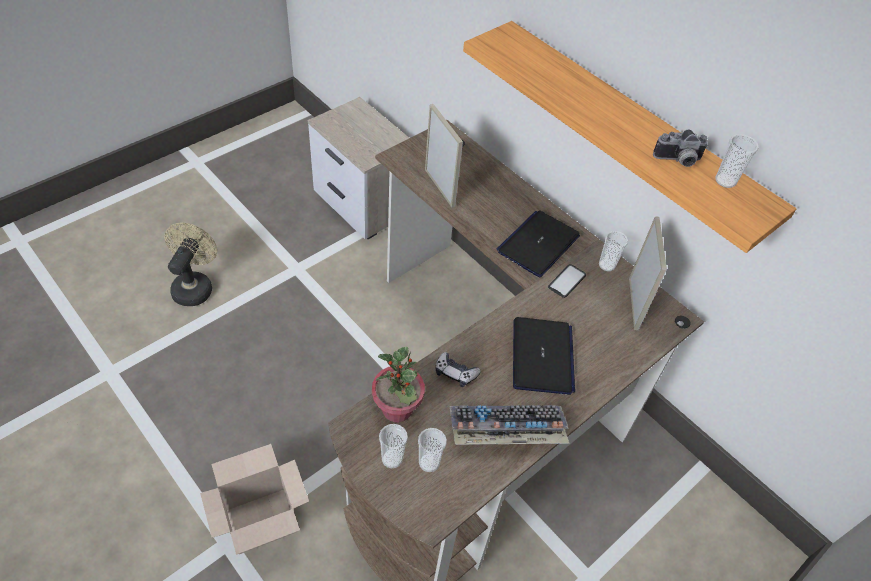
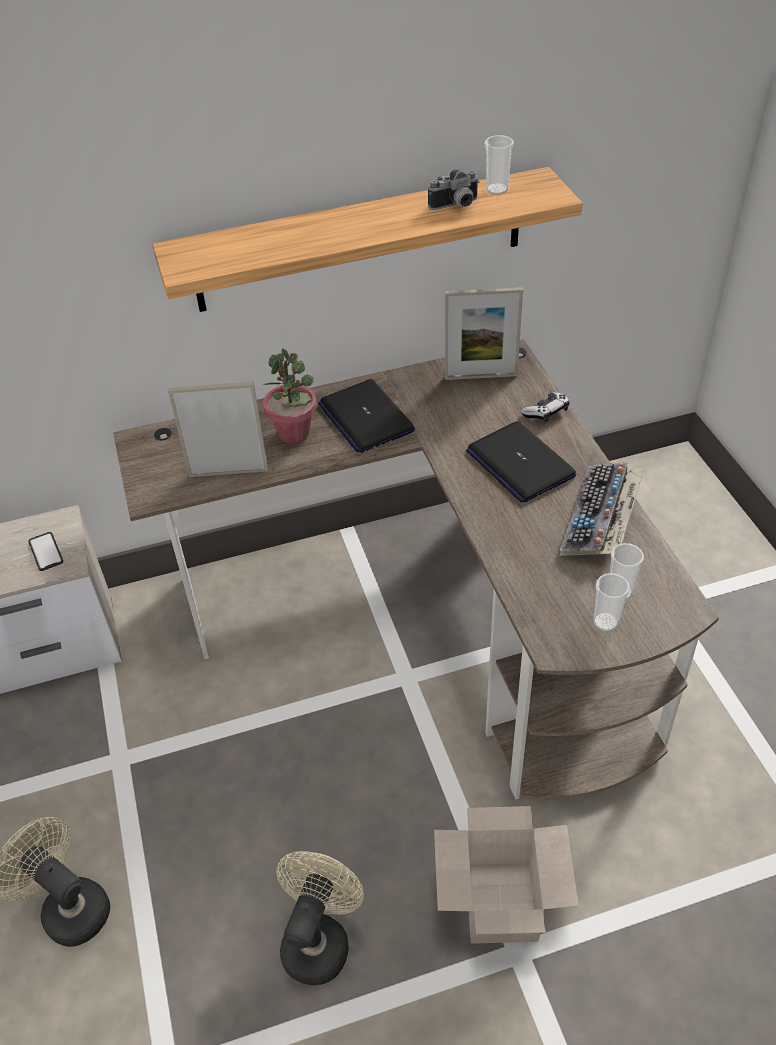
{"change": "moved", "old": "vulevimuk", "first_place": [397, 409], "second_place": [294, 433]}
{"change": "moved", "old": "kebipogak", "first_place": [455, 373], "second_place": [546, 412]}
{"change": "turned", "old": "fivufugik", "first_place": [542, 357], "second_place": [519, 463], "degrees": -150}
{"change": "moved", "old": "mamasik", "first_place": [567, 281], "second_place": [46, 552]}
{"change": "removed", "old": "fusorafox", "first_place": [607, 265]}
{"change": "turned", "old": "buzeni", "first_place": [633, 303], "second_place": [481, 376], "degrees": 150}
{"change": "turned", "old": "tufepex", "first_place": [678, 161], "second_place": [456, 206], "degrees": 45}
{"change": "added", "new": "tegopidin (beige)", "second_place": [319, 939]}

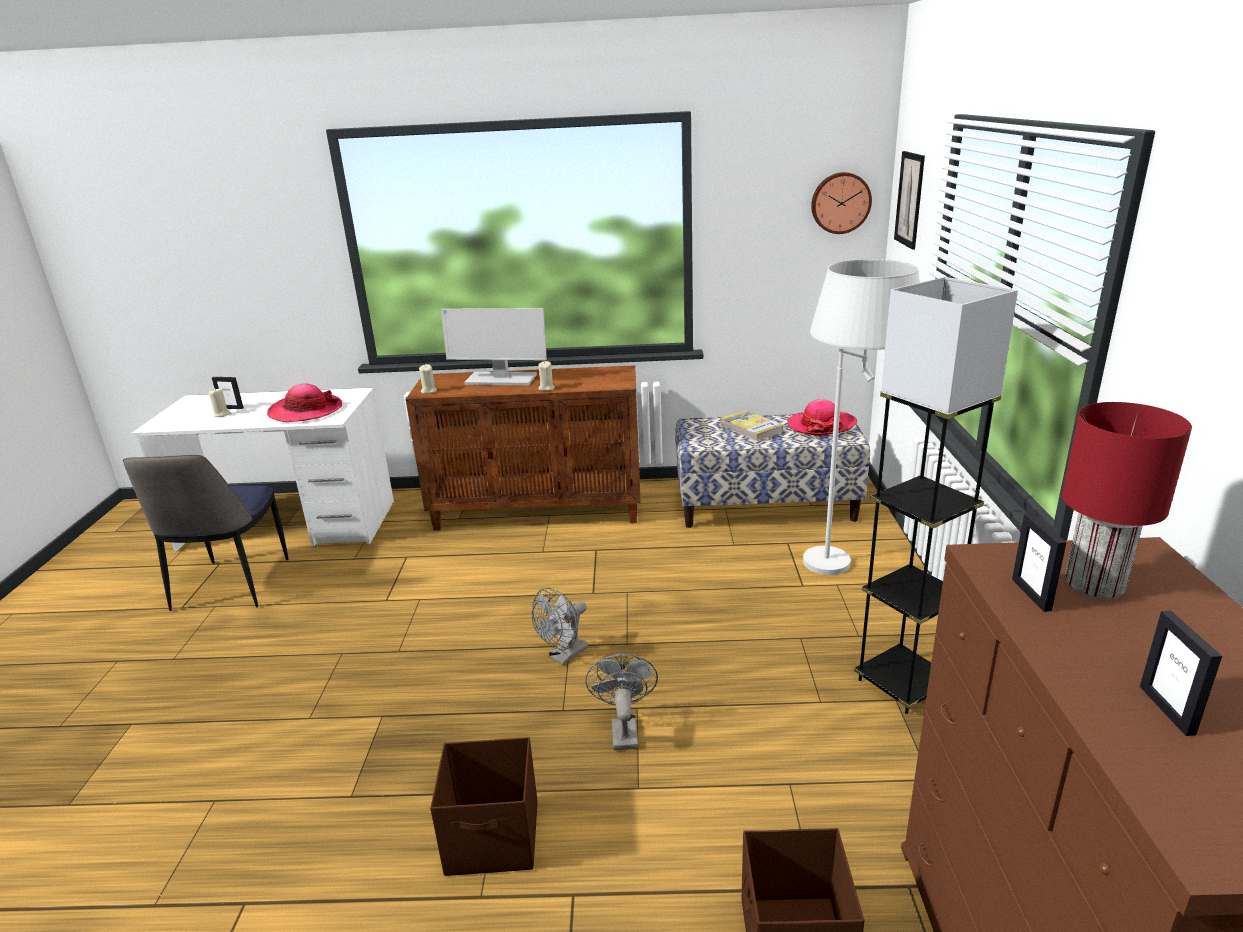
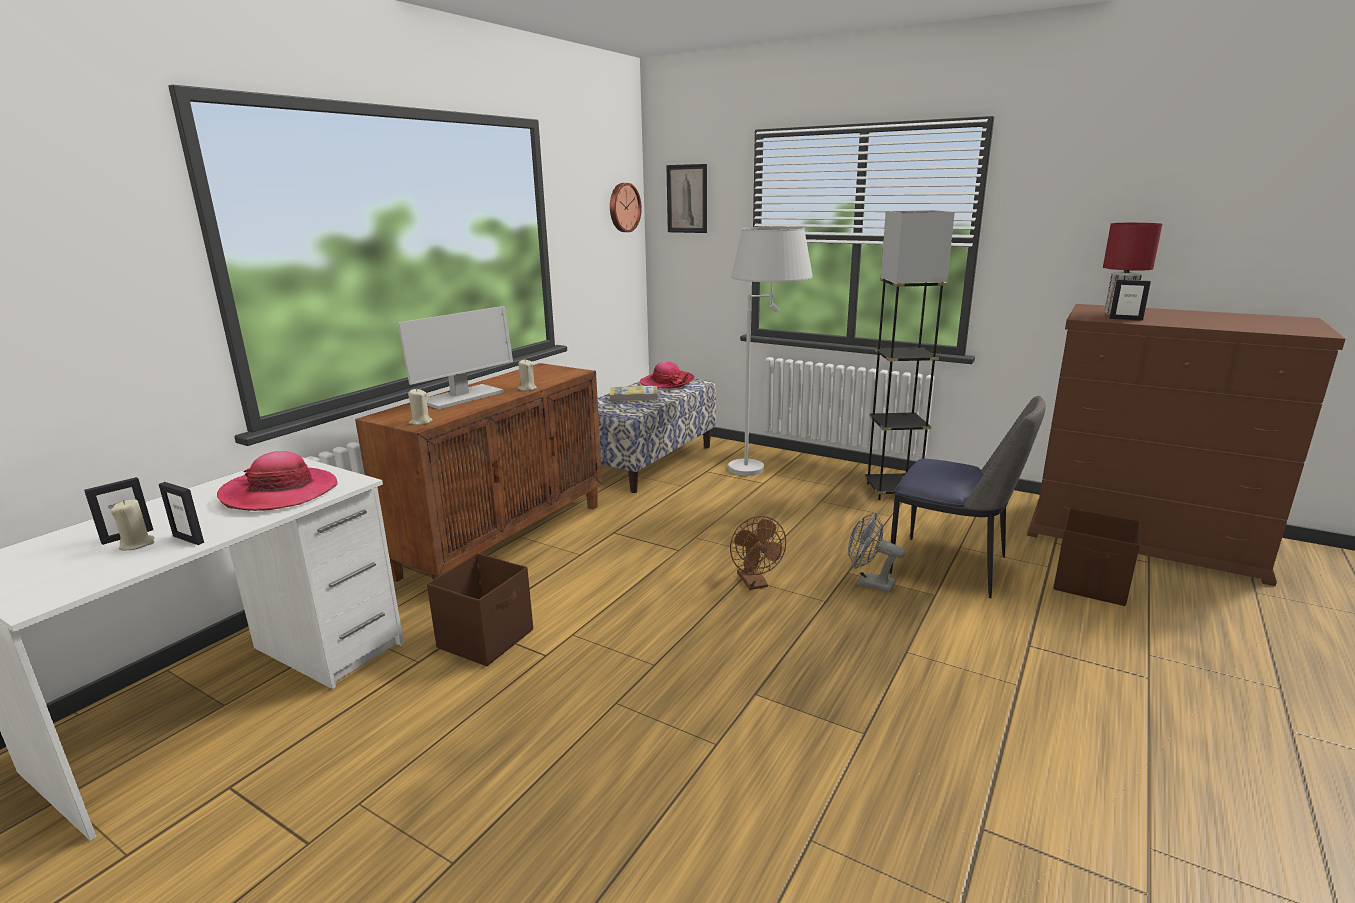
{"change": "moved", "old": "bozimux", "first_place": [230, 586], "second_place": [952, 567]}
{"change": "moved", "old": "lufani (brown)", "first_place": [494, 839], "second_place": [487, 638]}
{"change": "recoloured", "old": "tegopidin (grey)", "new": "tegopidin (brown)", "first_place": [564, 656], "second_place": [755, 583]}
{"change": "moved", "old": "buzeni", "first_place": [1167, 710], "second_place": [189, 539]}

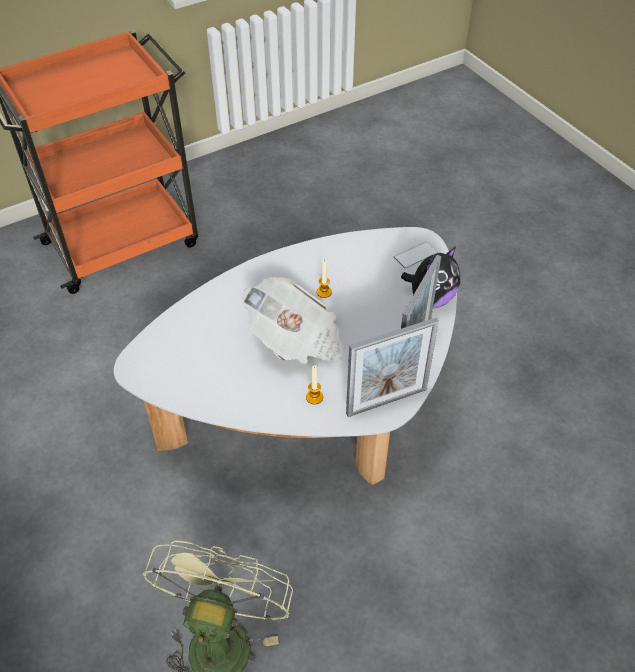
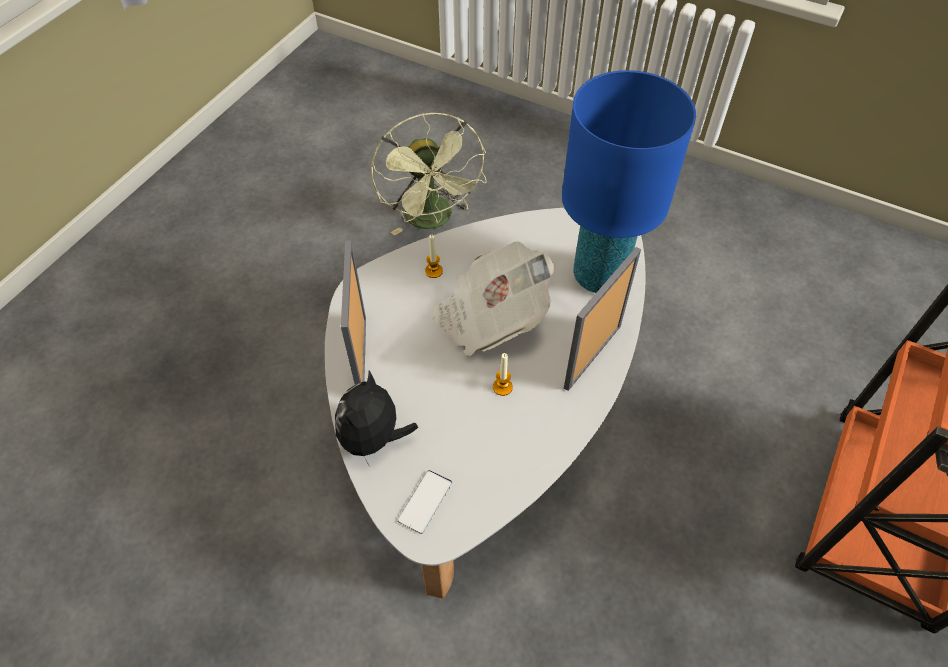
{"change": "moved", "old": "buzeni", "first_place": [386, 401], "second_place": [592, 356]}
{"change": "added", "new": "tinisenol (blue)", "second_place": [599, 276]}

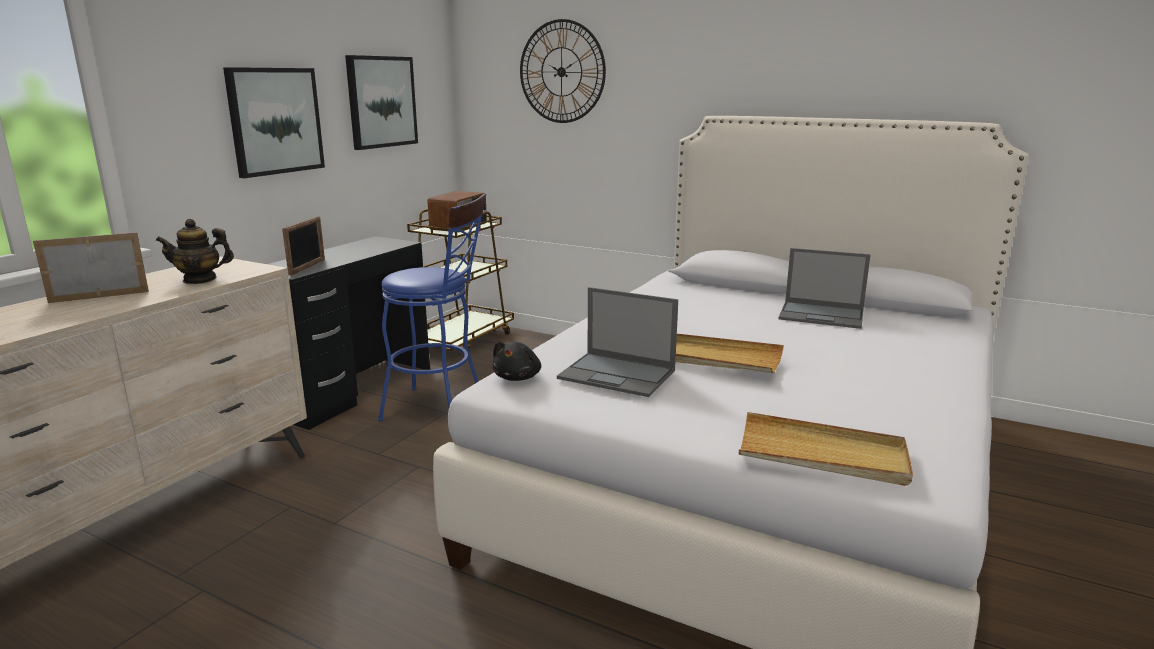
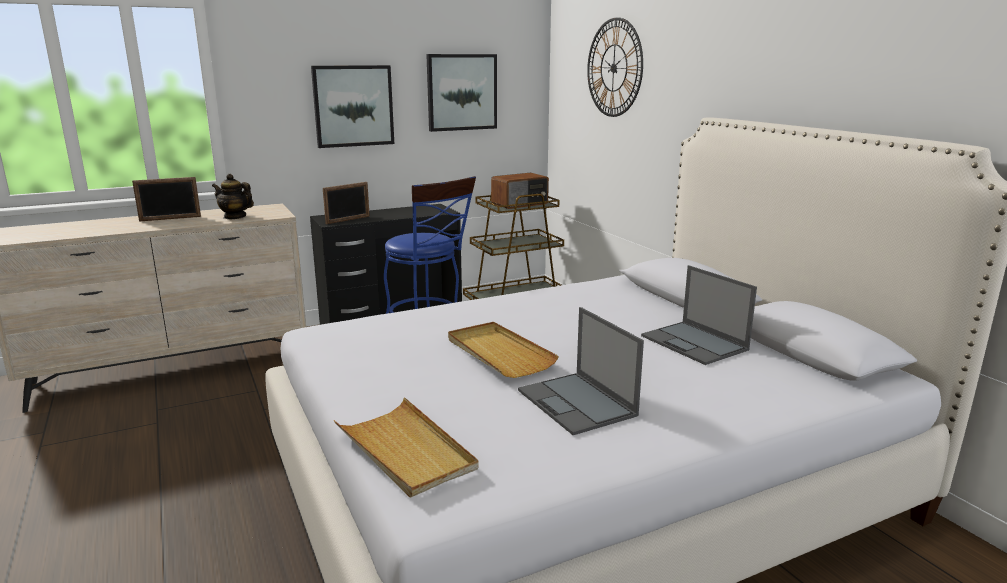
{"change": "turned", "old": "buzeni", "first_place": [99, 296], "second_place": [170, 218], "degrees": 150}
{"change": "removed", "old": "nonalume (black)", "first_place": [518, 377]}
{"change": "moved", "old": "fivufugik", "first_place": [618, 374], "second_place": [577, 403]}

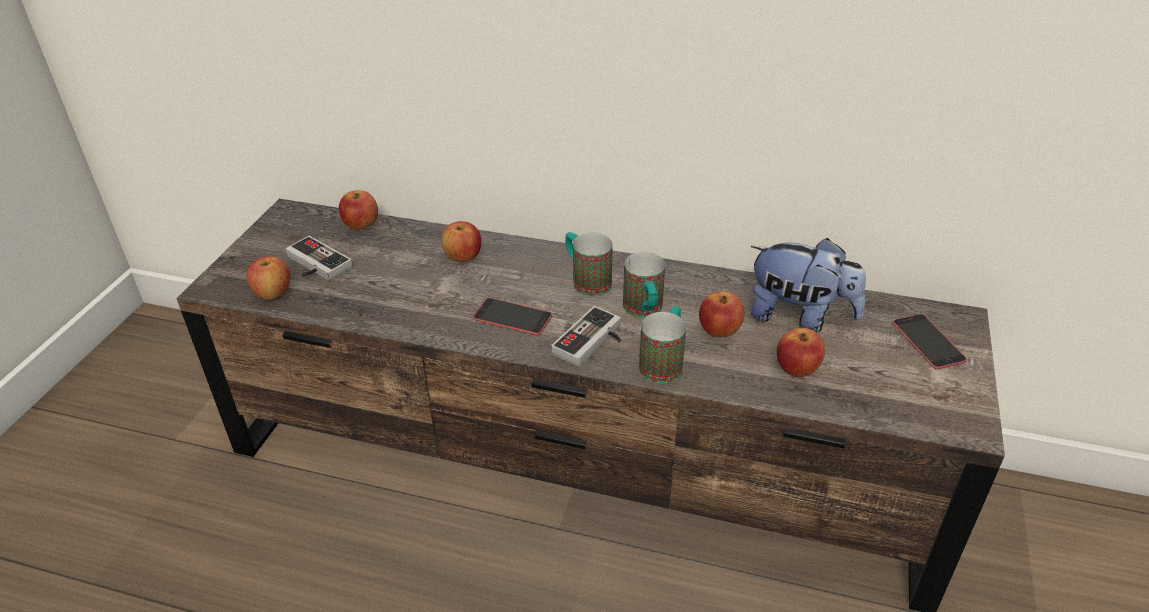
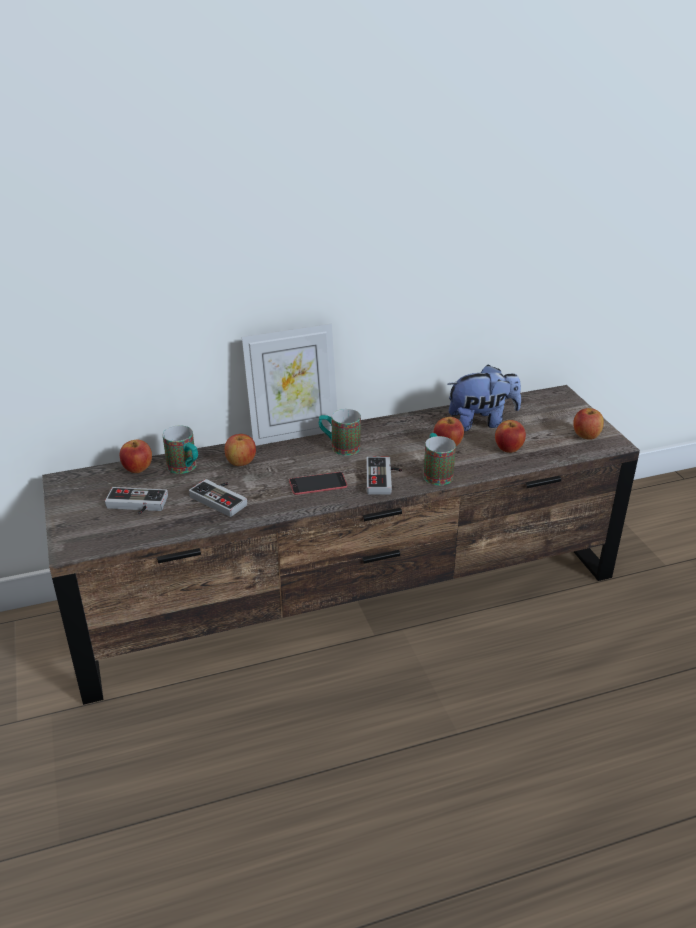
{"change": "moved", "old": "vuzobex", "first_place": [273, 294], "second_place": [586, 436]}
{"change": "moved", "old": "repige", "first_place": [644, 311], "second_place": [185, 468]}
{"change": "removed", "old": "mamasik", "first_place": [928, 341]}
{"change": "added", "new": "kebipogak", "second_place": [222, 498]}
{"change": "added", "new": "buzeni", "second_place": [294, 433]}

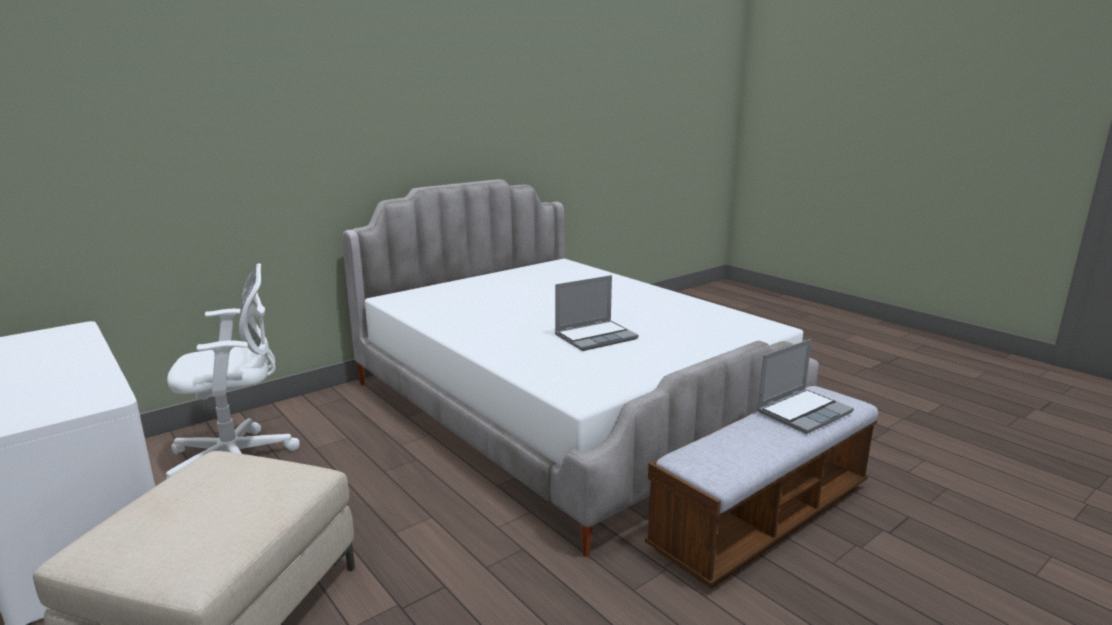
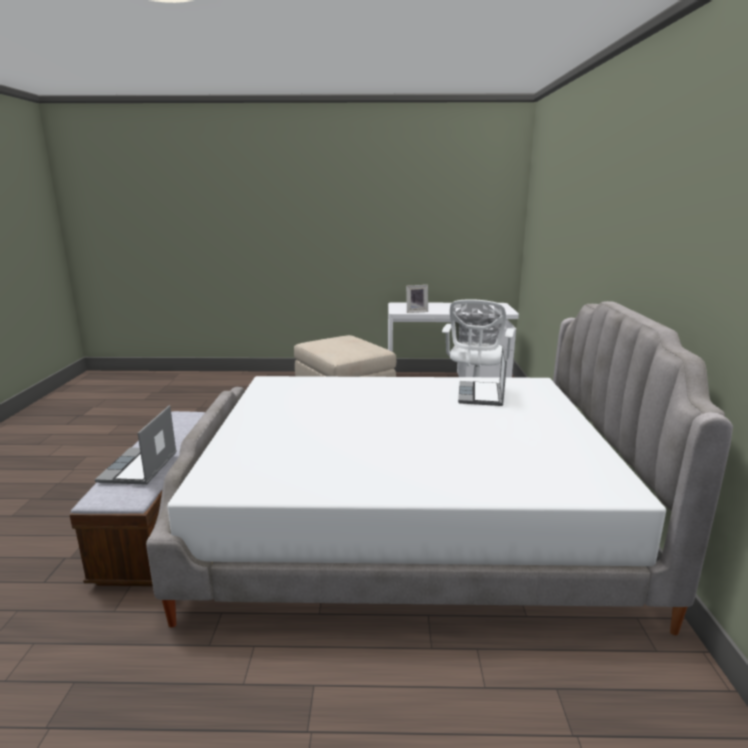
{"change": "moved", "old": "fivufugik", "first_place": [596, 337], "second_place": [481, 395]}
{"change": "added", "new": "buzeni", "second_place": [416, 311]}

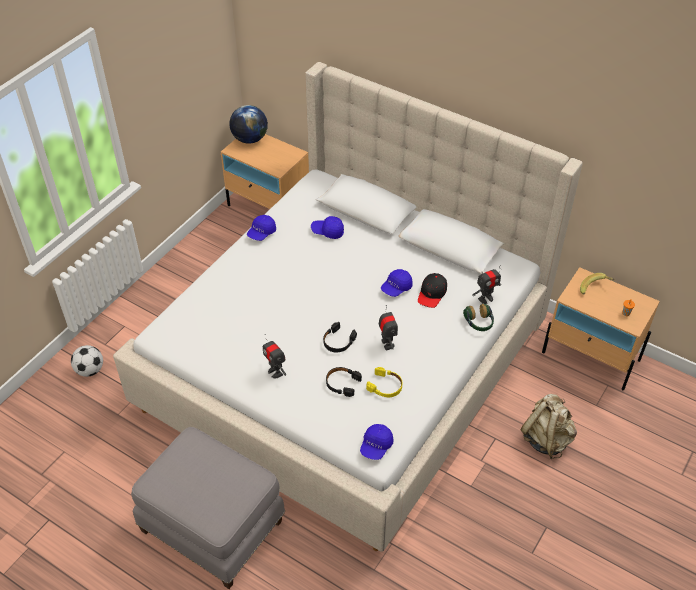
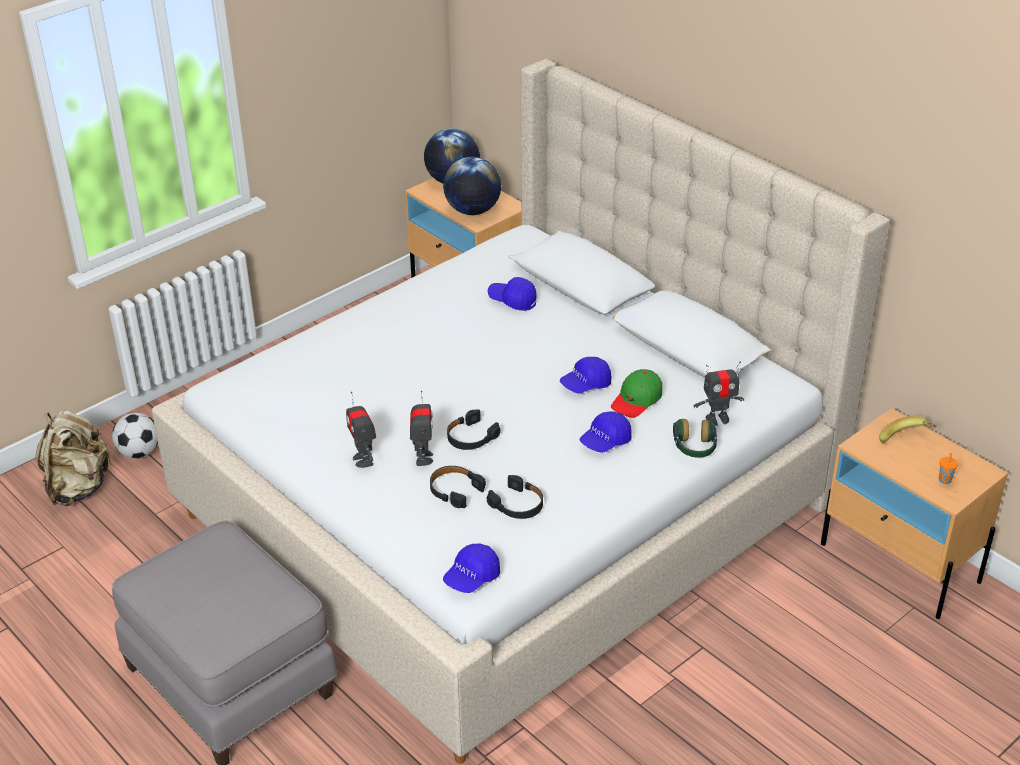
{"change": "moved", "old": "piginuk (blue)", "first_place": [261, 233], "second_place": [605, 442]}
{"change": "recoloured", "old": "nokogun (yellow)", "new": "nokogun (black)", "first_place": [385, 386], "second_place": [518, 505]}
{"change": "moved", "old": "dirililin", "first_place": [387, 344], "second_place": [423, 458]}
{"change": "recoloured", "old": "piginuk (black)", "new": "piginuk (green)", "first_place": [432, 293], "second_place": [637, 400]}
{"change": "moved", "old": "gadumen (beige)", "first_place": [546, 439], "second_place": [78, 487]}
{"change": "added", "new": "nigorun", "second_place": [472, 211]}

